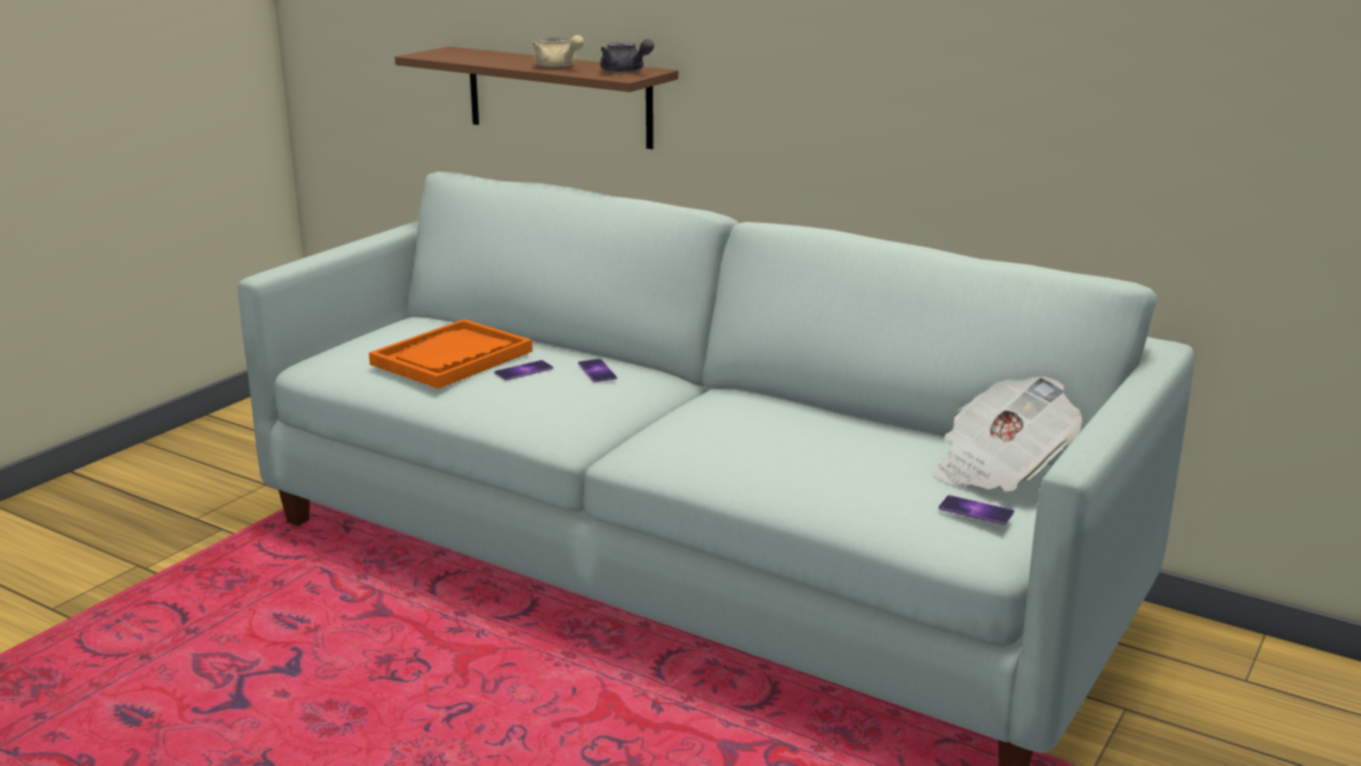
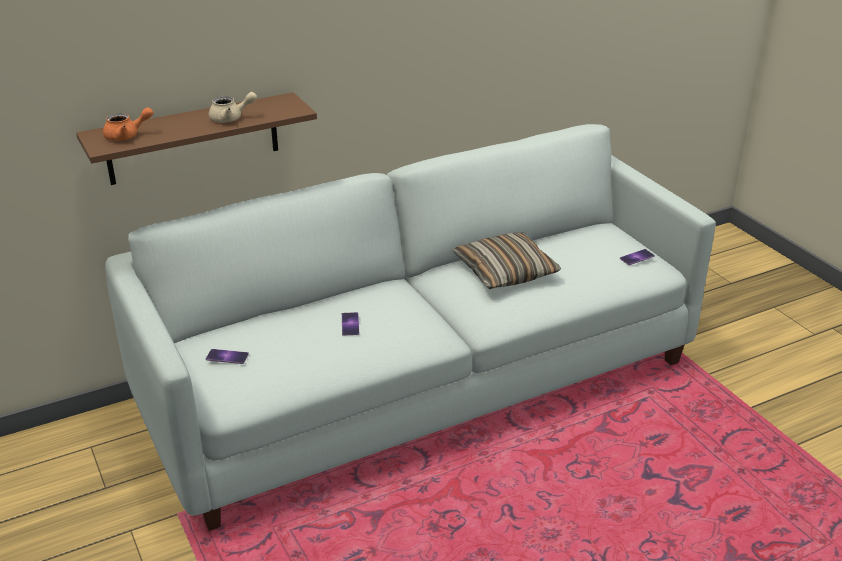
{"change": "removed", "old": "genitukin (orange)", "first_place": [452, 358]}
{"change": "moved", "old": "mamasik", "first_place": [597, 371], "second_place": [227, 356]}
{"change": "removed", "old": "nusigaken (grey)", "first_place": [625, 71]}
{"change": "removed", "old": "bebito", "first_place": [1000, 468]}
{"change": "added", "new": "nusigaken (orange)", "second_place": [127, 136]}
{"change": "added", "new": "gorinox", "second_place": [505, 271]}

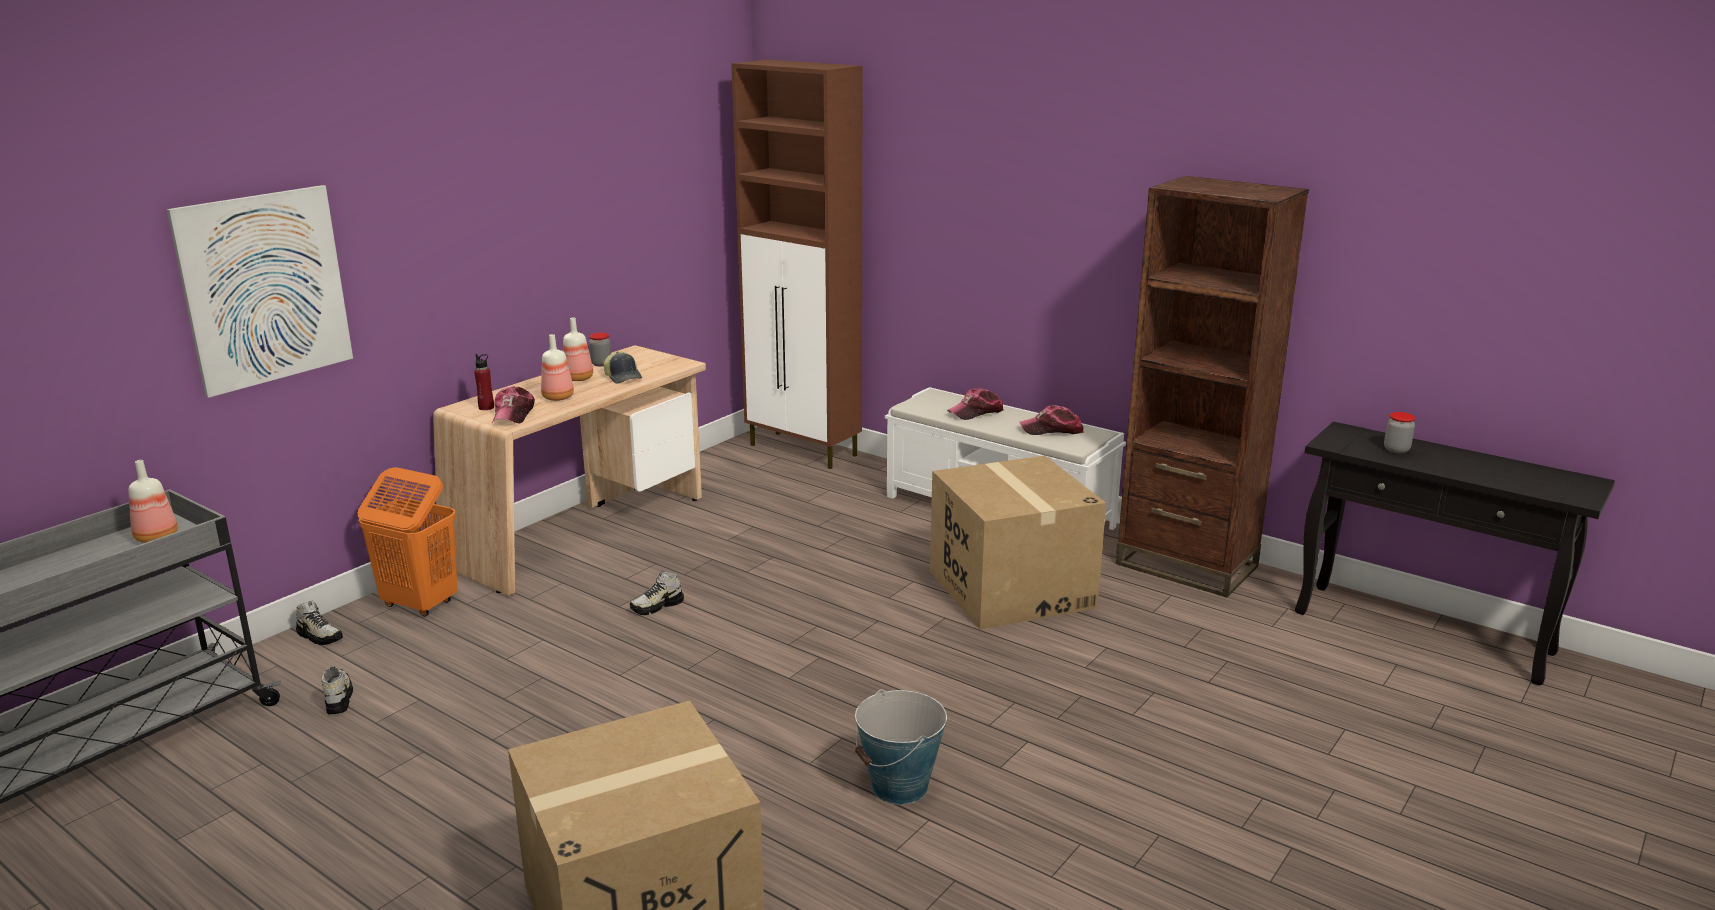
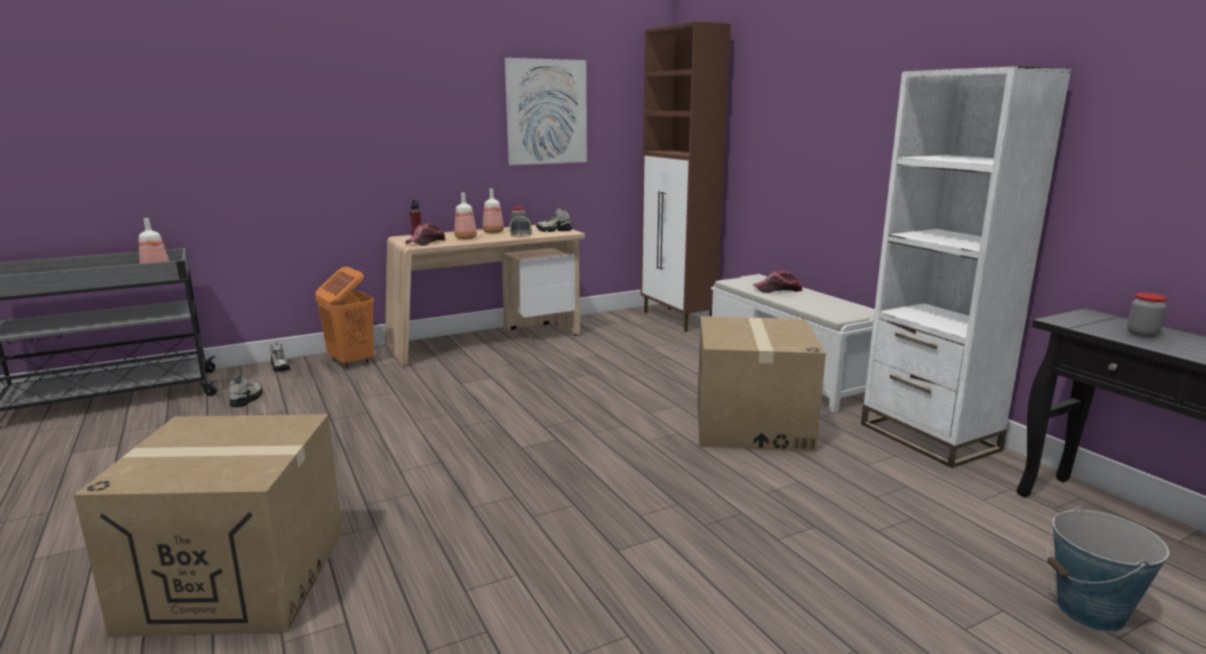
{"change": "moved", "old": "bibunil", "first_place": [265, 288], "second_place": [547, 112]}
{"change": "moved", "old": "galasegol", "first_place": [657, 606], "second_place": [554, 230]}
{"change": "moved", "old": "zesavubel", "first_place": [900, 787], "second_place": [1091, 611]}
{"change": "removed", "old": "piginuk", "first_place": [1052, 430]}
{"change": "recoloured", "old": "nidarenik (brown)", "new": "nidarenik (white)", "first_place": [1186, 565], "second_place": [928, 437]}

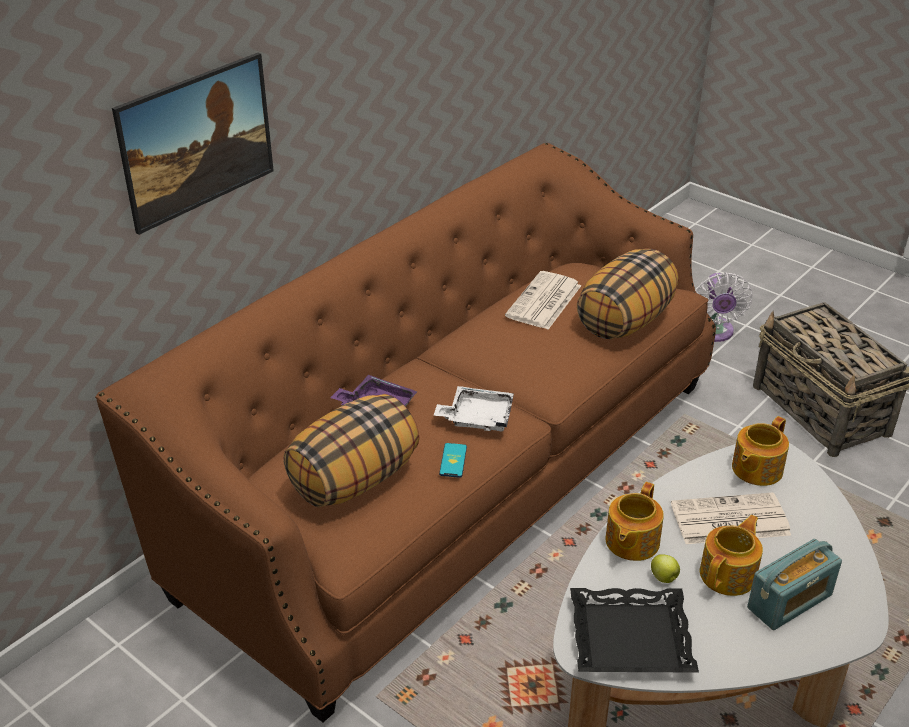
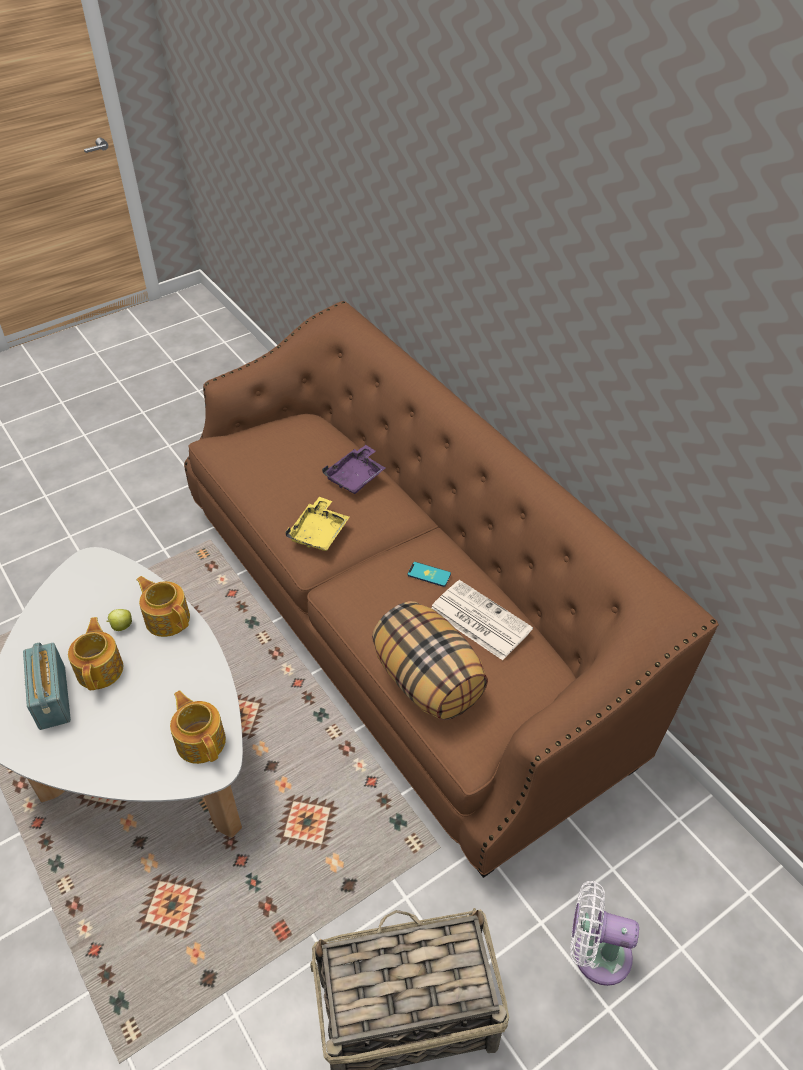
{"change": "removed", "old": "bibunil", "first_place": [202, 171]}
{"change": "removed", "old": "gorinox", "first_place": [354, 479]}
{"change": "recoloured", "old": "genitukin (white)", "new": "genitukin (yellow)", "first_place": [477, 417], "second_place": [319, 532]}
{"change": "moved", "old": "mamasik", "first_place": [453, 460], "second_place": [429, 574]}
{"change": "removed", "old": "genitukin (black)", "first_place": [630, 639]}
{"change": "removed", "old": "bebito", "first_place": [728, 520]}
{"change": "turned", "old": "nusigaken", "first_place": [729, 574], "second_place": [100, 669], "degrees": -150}

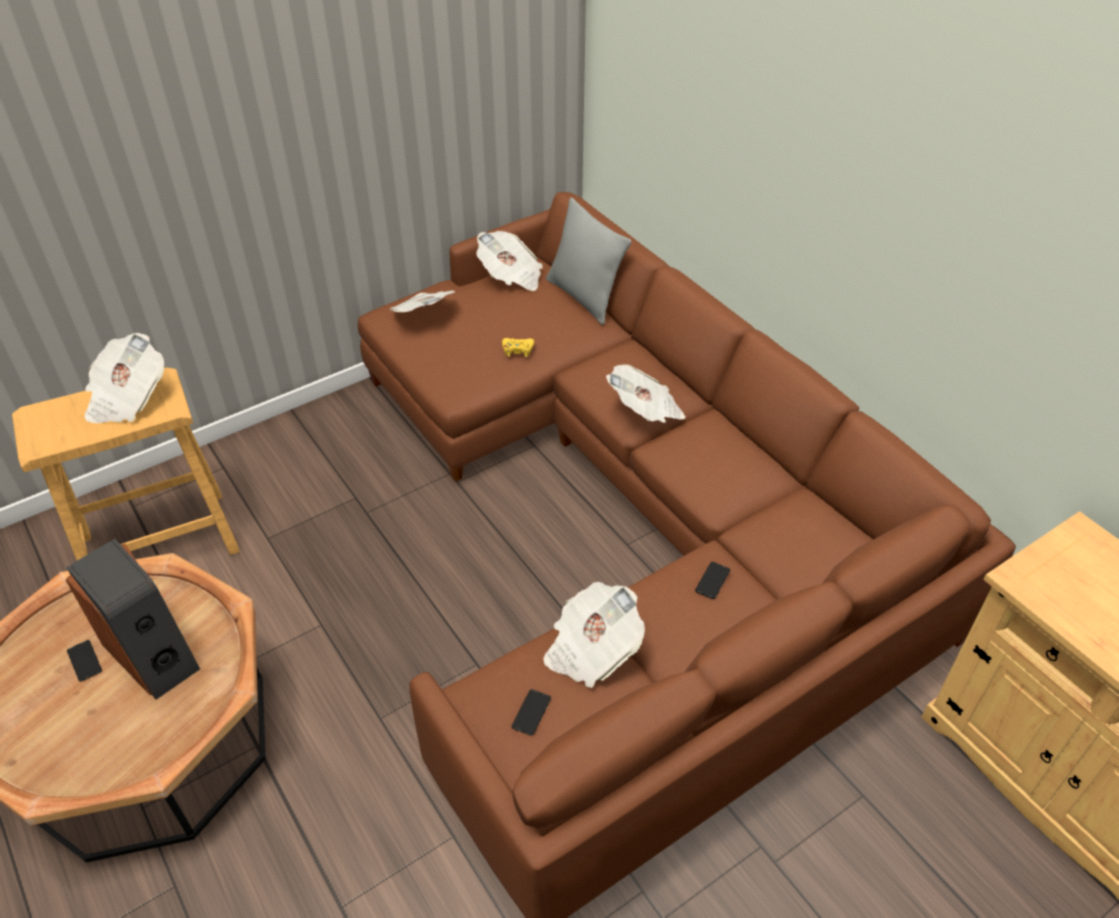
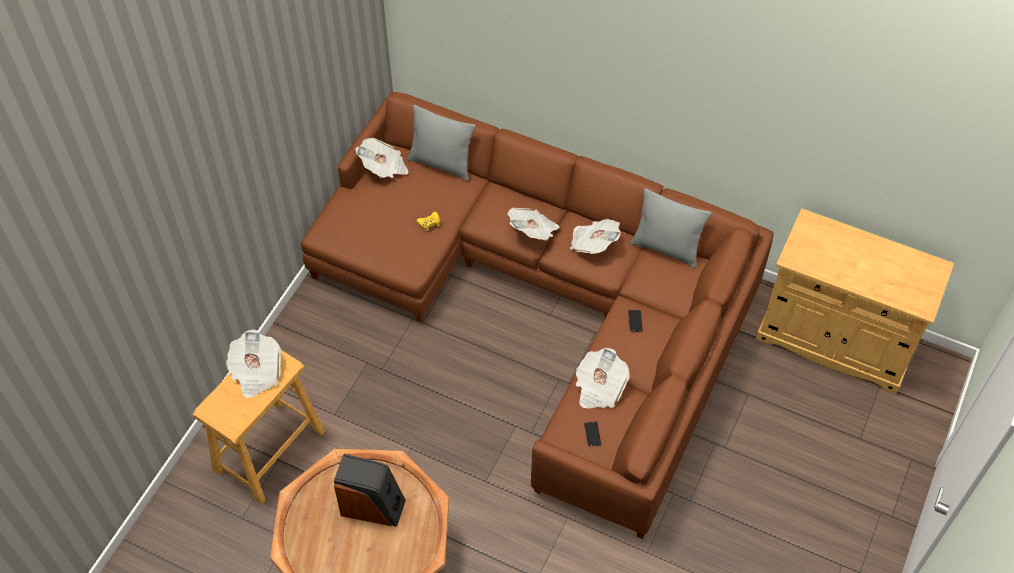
{"change": "removed", "old": "mamasik", "first_place": [84, 661]}
{"change": "moved", "old": "bebito", "first_place": [423, 315], "second_place": [593, 243]}
{"change": "added", "new": "gorinox (grey)", "second_place": [666, 248]}

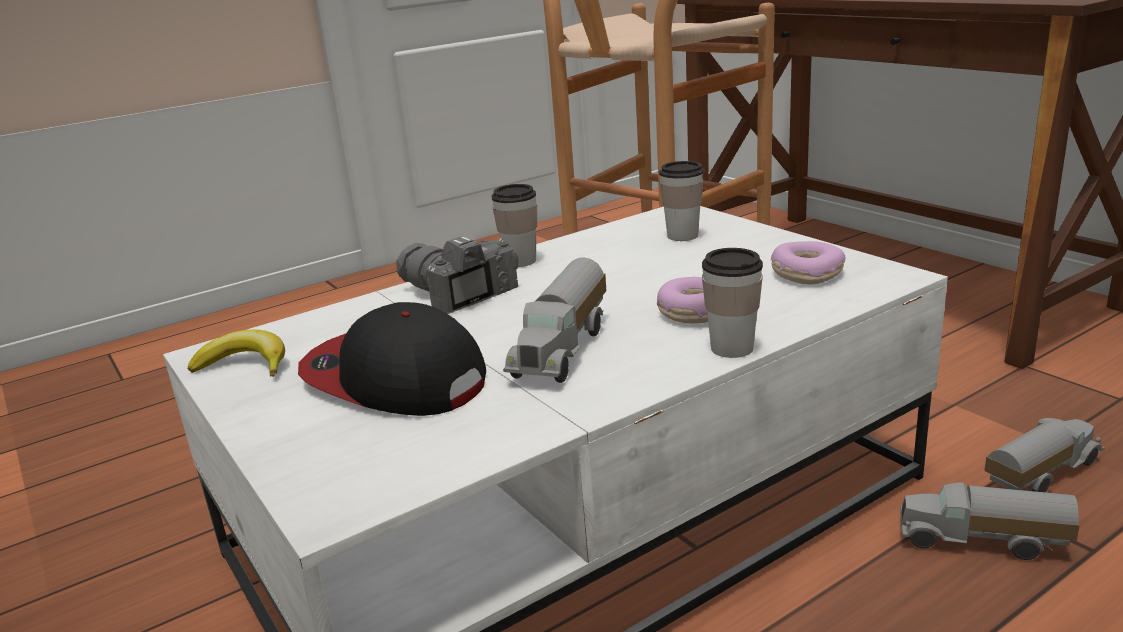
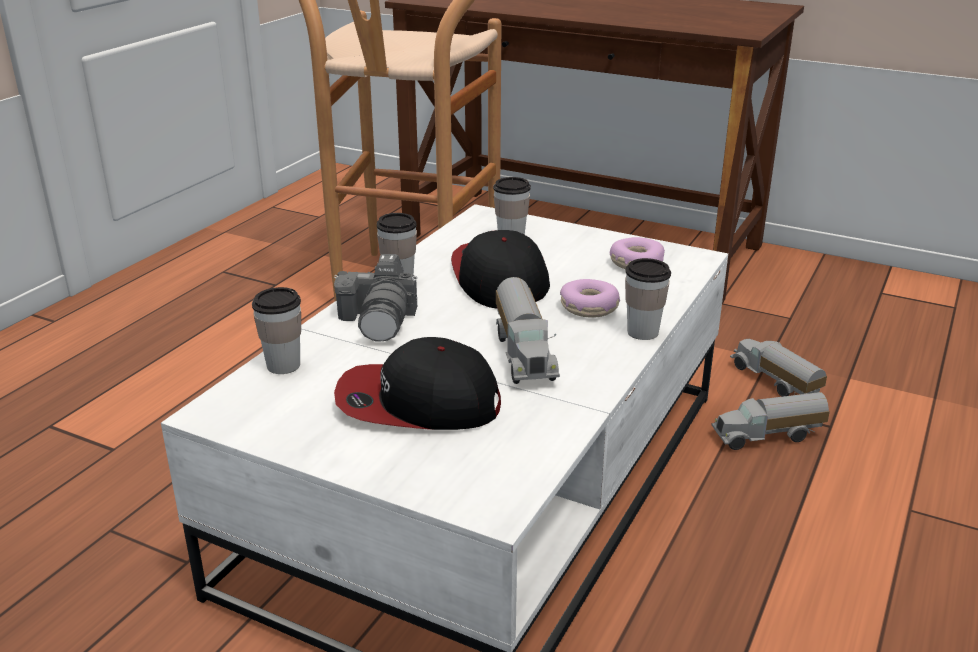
{"change": "removed", "old": "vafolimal", "first_place": [245, 365]}
{"change": "turned", "old": "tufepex", "first_place": [457, 294], "second_place": [380, 320], "degrees": -105}
{"change": "turned", "old": "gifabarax", "first_place": [1039, 474], "second_place": [774, 382], "degrees": -60}
{"change": "added", "new": "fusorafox", "second_place": [283, 365]}
{"change": "added", "new": "piginuk", "second_place": [498, 278]}

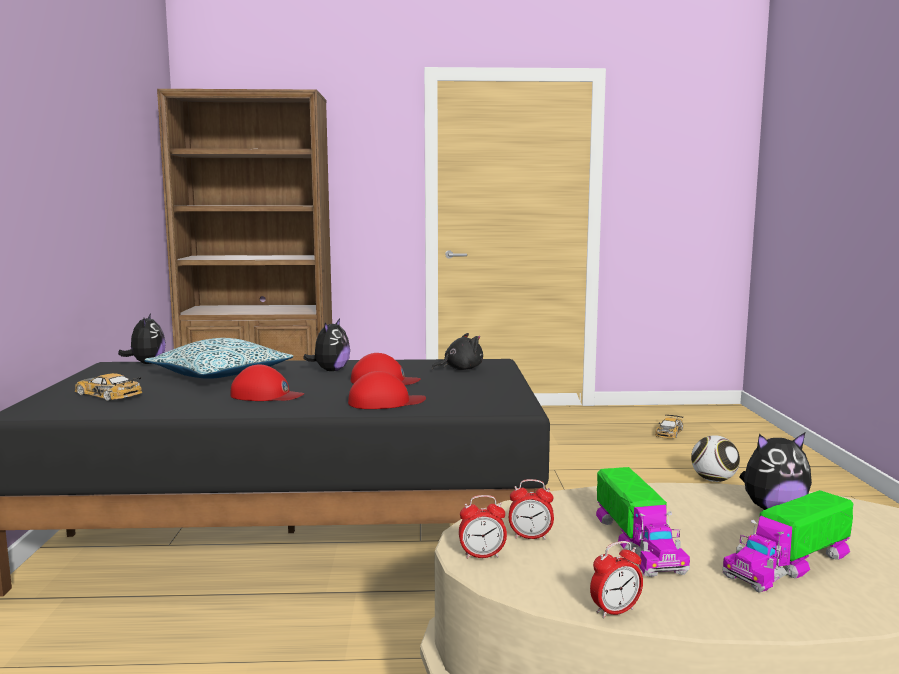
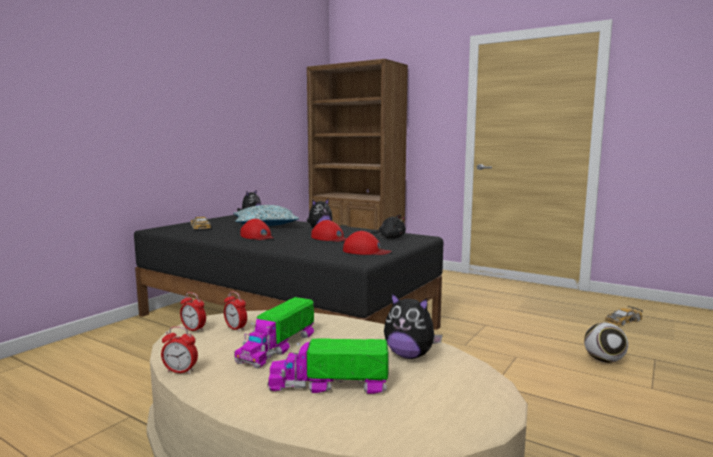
{"change": "moved", "old": "piginuk (red)", "first_place": [385, 402], "second_place": [366, 251]}

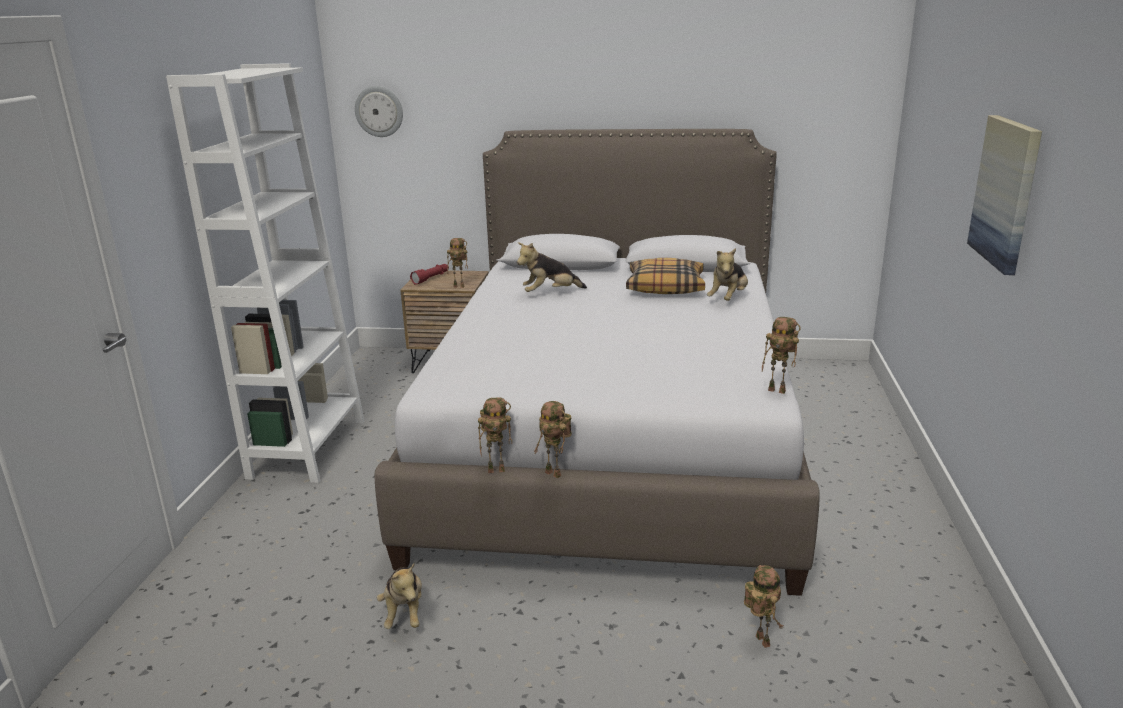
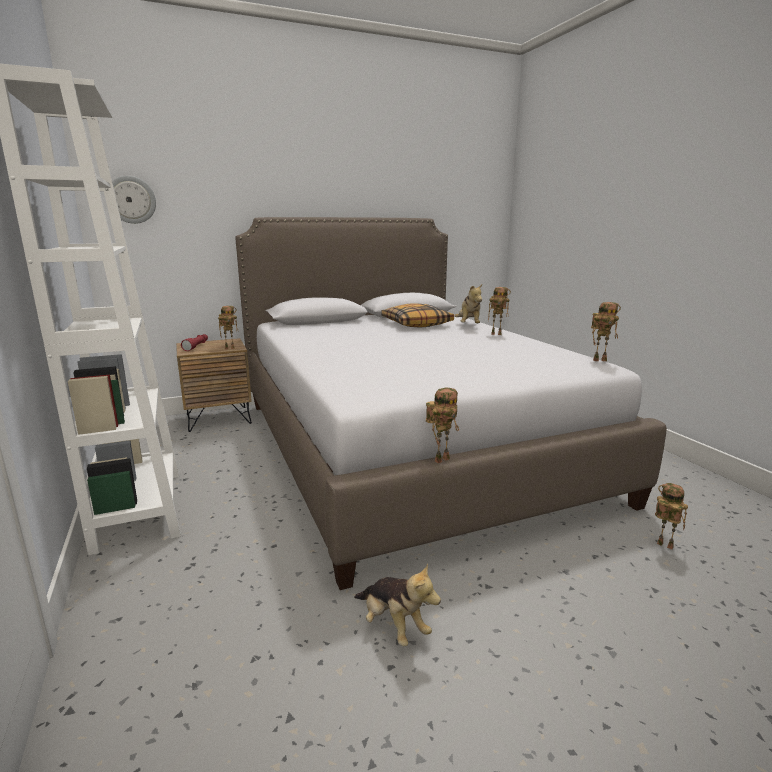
{"change": "removed", "old": "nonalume", "first_place": [550, 293]}
{"change": "moved", "old": "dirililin", "first_place": [555, 474], "second_place": [497, 334]}
{"change": "removed", "old": "bibunil", "first_place": [1006, 192]}

